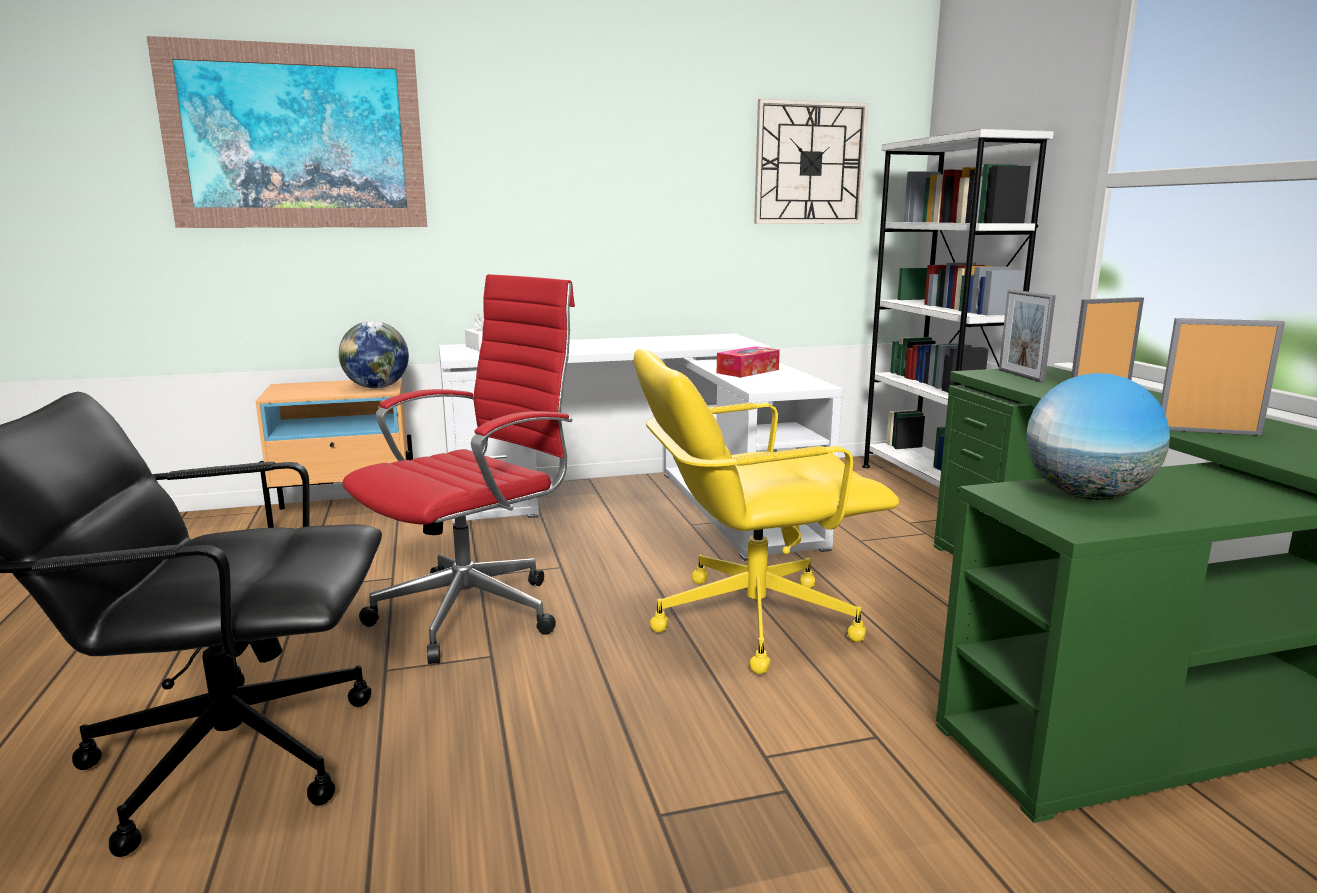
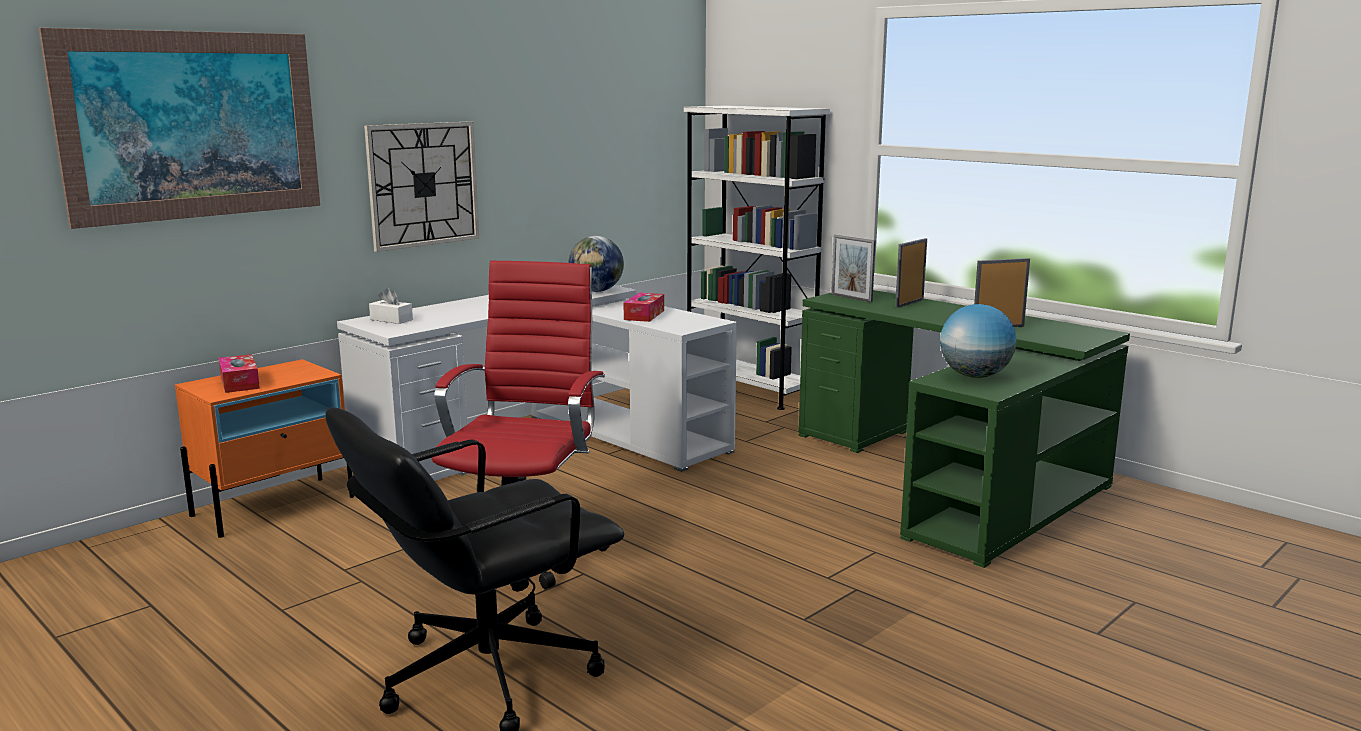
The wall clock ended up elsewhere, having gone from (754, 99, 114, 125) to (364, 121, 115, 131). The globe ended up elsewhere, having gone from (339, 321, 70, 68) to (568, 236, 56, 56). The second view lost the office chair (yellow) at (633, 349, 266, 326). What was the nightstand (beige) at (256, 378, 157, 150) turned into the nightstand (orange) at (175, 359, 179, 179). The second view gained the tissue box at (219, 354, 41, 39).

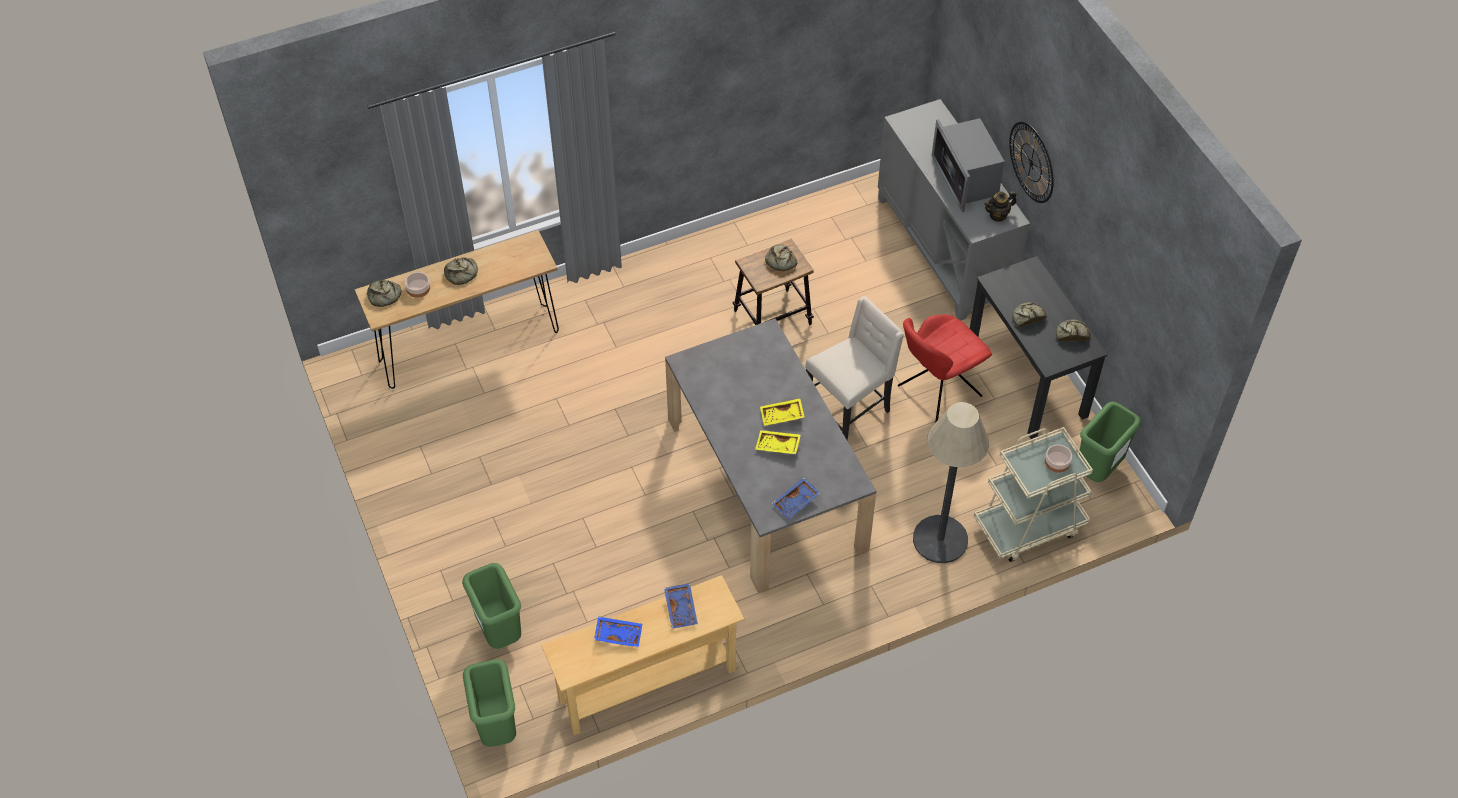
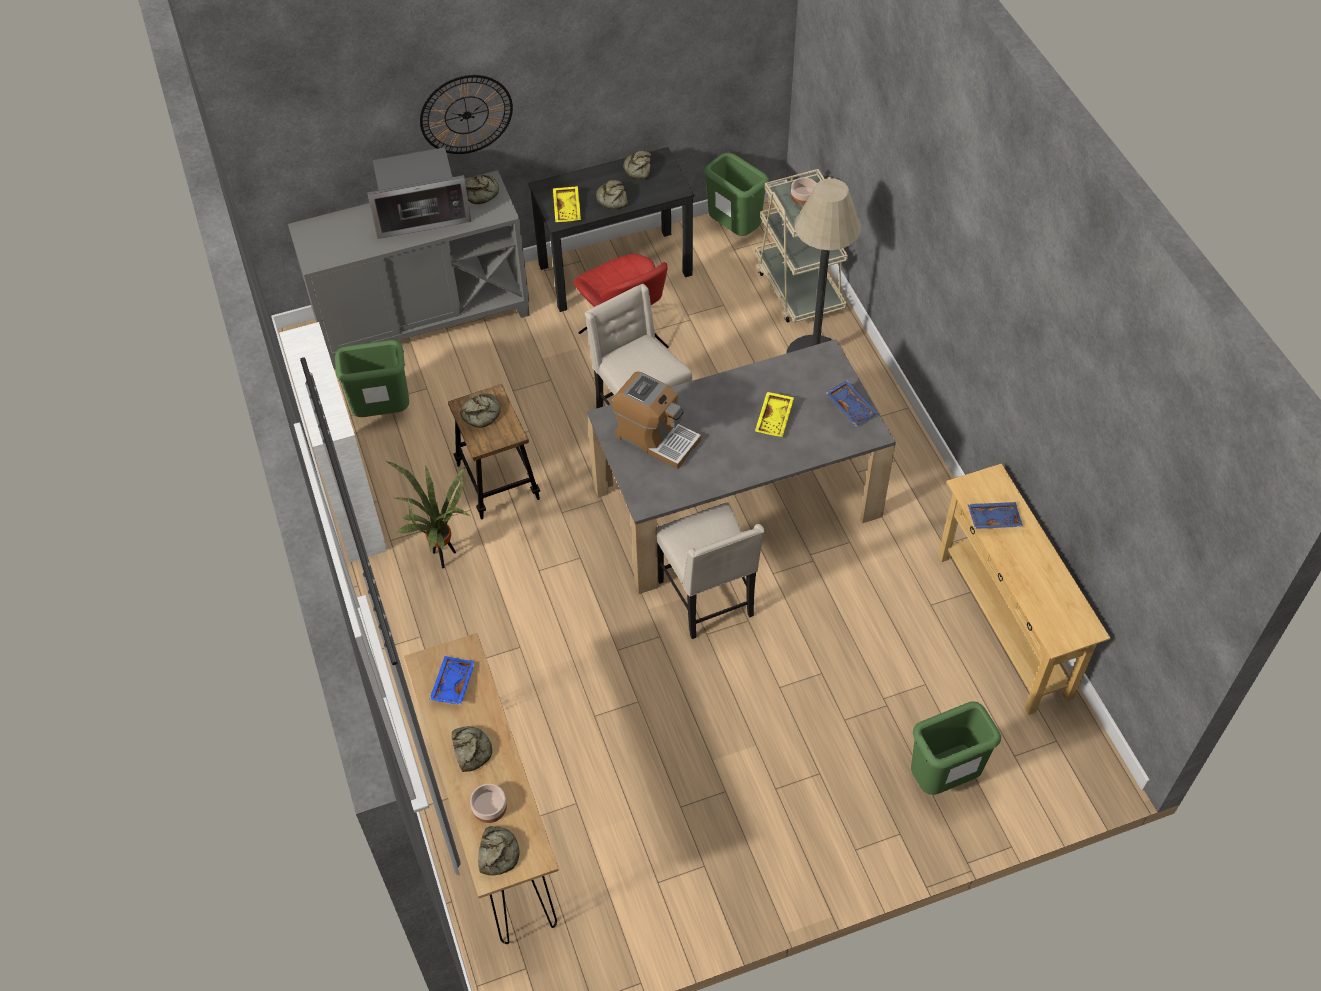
Where the teapot stood at (984, 191, 32, 31), the bread came to stand at (465, 174, 34, 30). The tray (yellow) ended up elsewhere, having gone from (760, 398, 45, 28) to (553, 186, 28, 36). The tray (blue) ended up elsewhere, having gone from (594, 616, 48, 32) to (429, 656, 47, 49). The trash can (green) ended up elsewhere, having gone from (463, 659, 53, 88) to (335, 340, 74, 77). The second view gained the bookcase (white) at (279, 322, 108, 240). The second view gained the coffee machine at (612, 371, 89, 98). The second view gained the potted plant at (385, 460, 85, 108). The second view gained the chair (beige) at (657, 502, 107, 137).

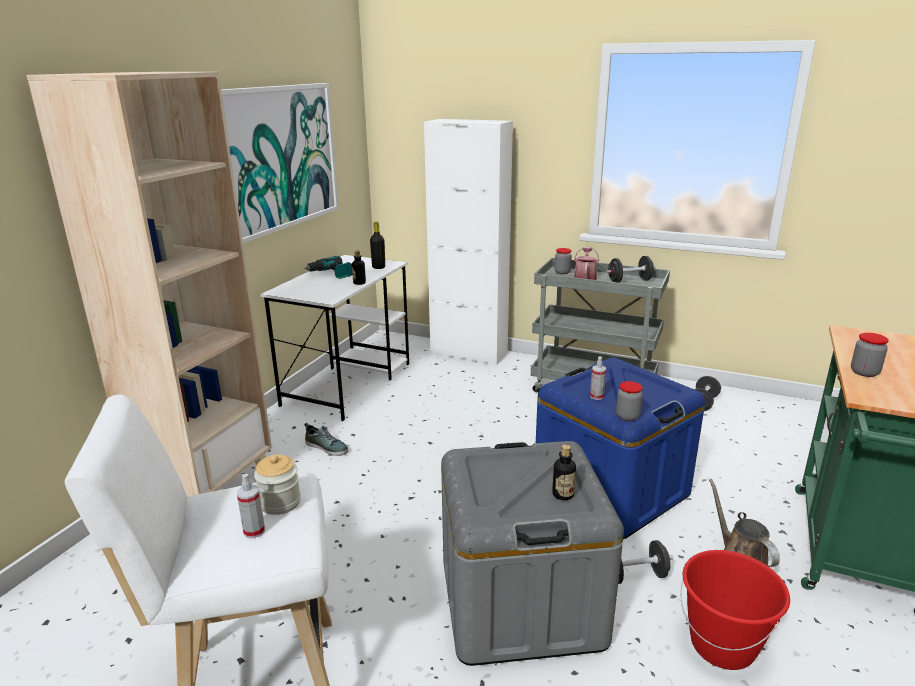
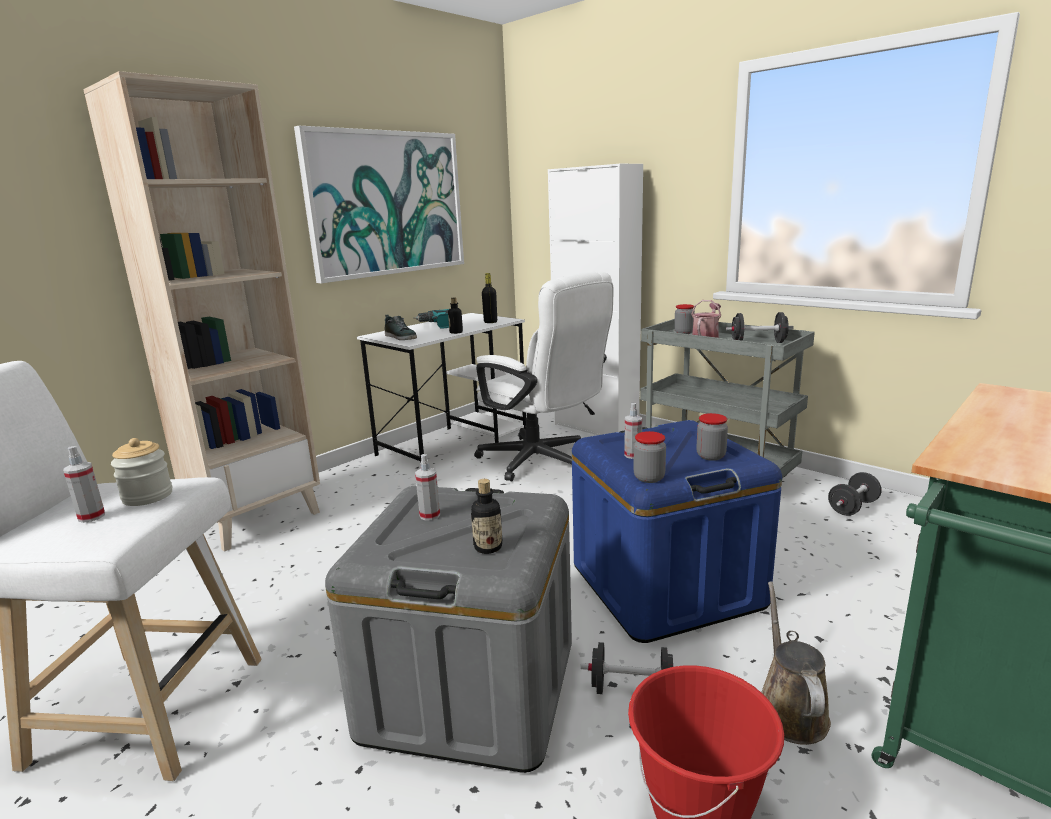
The jar ended up elsewhere, having gone from (851, 333, 38, 44) to (696, 413, 32, 48). The shoe ended up elsewhere, having gone from (304, 423, 44, 33) to (385, 315, 32, 25). The second view gained the office chair (white) at (474, 272, 140, 209). The second view gained the spray bottle at (415, 454, 25, 67).

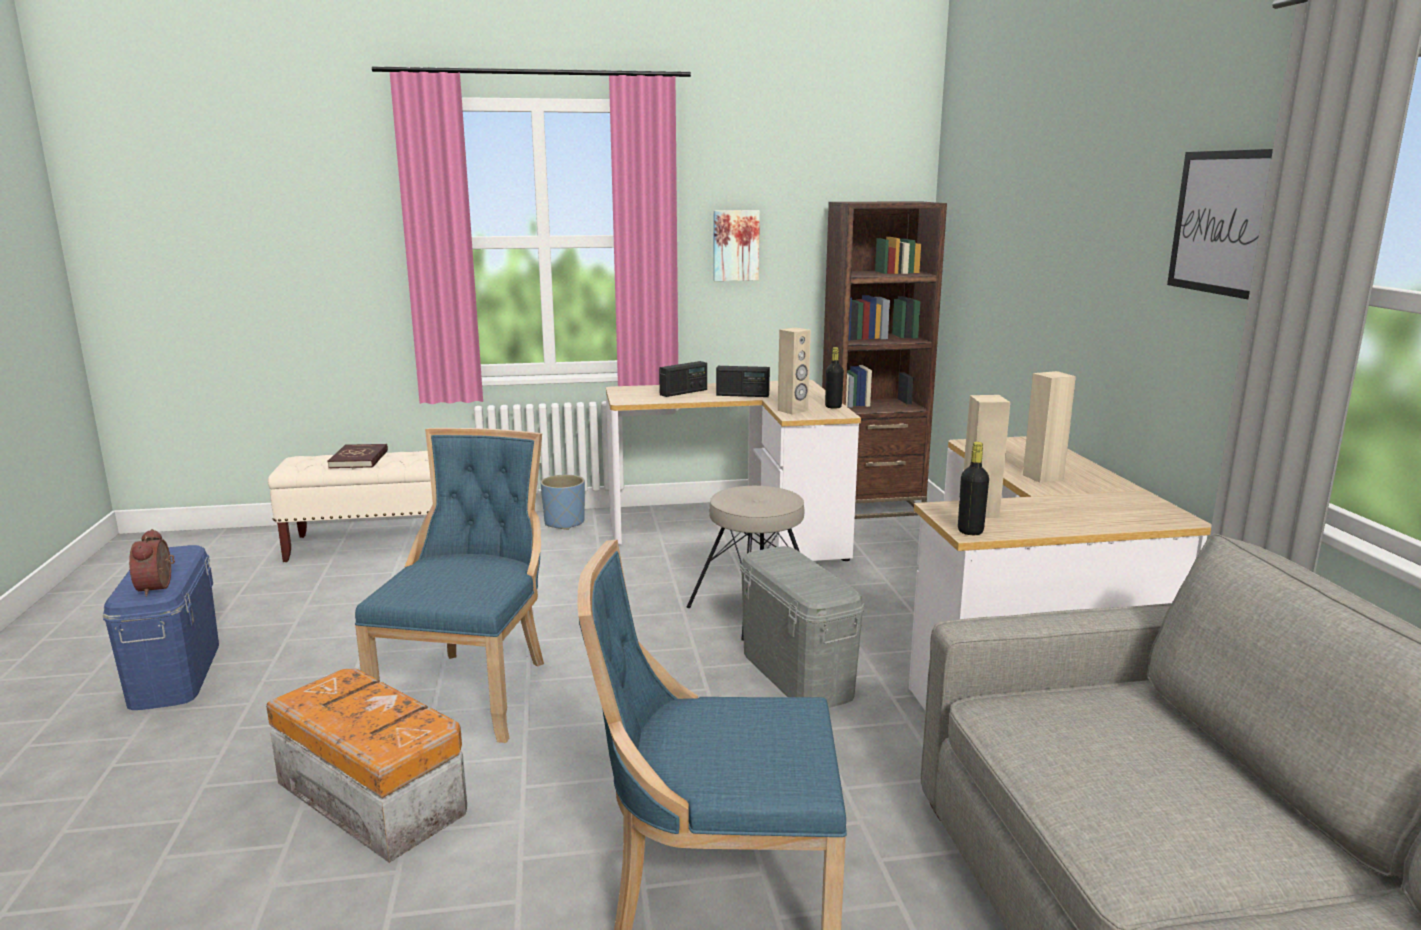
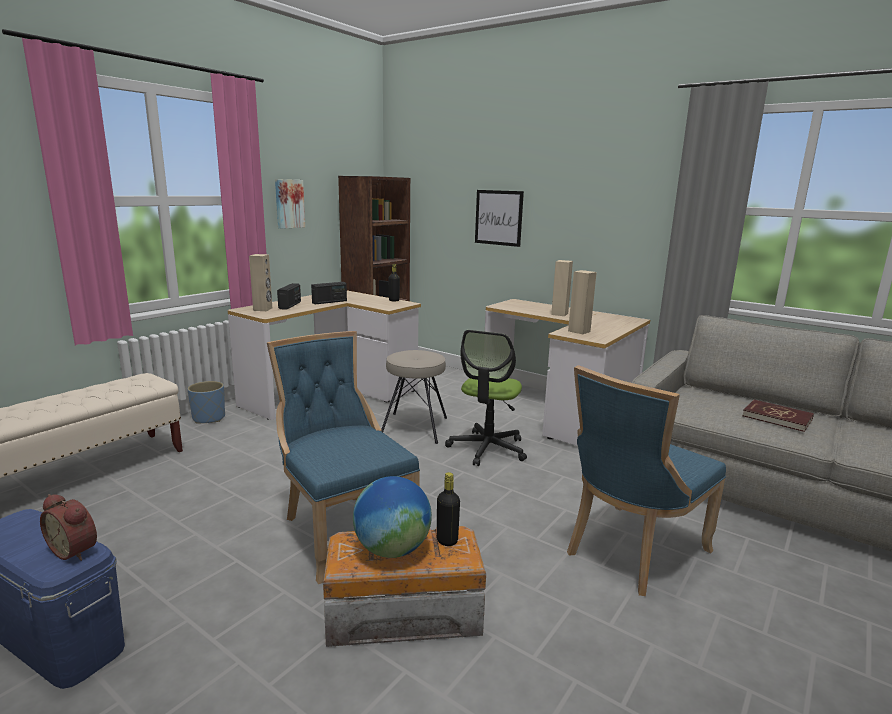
The picture ended up elsewhere, having gone from (1167, 149, 106, 150) to (475, 190, 49, 57). The speaker (beige) ended up elsewhere, having gone from (778, 328, 33, 86) to (249, 254, 23, 57). The bottle (black) ended up elsewhere, having gone from (958, 442, 31, 93) to (437, 472, 23, 74). The book (red) ended up elsewhere, having gone from (327, 444, 61, 24) to (742, 400, 72, 32). Where the storage box (grey) stood at (740, 546, 125, 162), the office chair came to stand at (445, 330, 82, 136). The second view gained the globe at (353, 476, 79, 82).

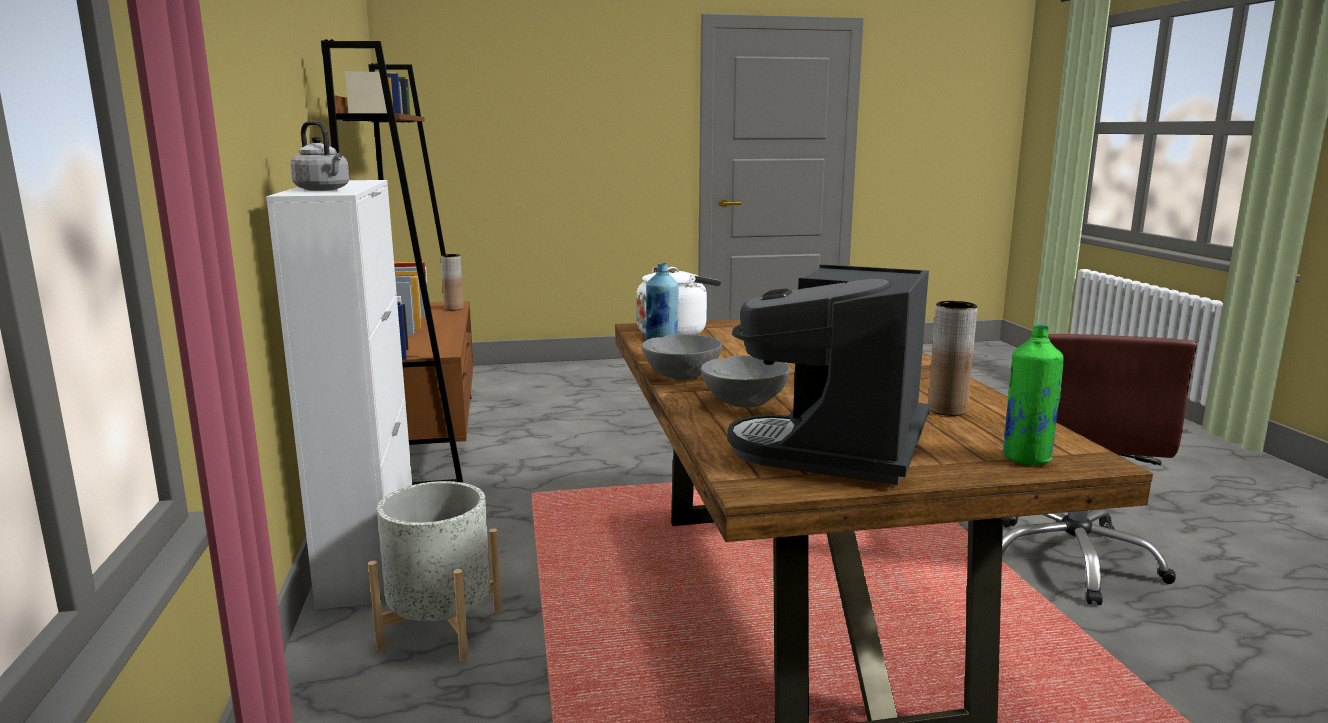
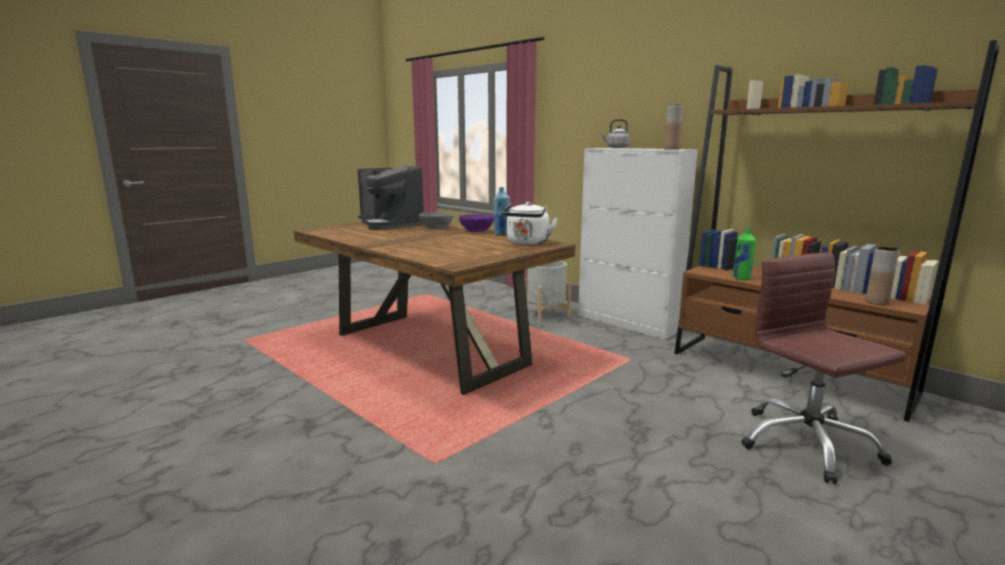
The coffee machine at (727, 264, 203, 221) ended up facing another way, 150 degrees clockwise from before. The vase (brown) ended up elsewhere, having gone from (928, 301, 50, 115) to (664, 104, 19, 46). The bottle (green) ended up elsewhere, having gone from (1003, 324, 60, 141) to (732, 228, 24, 52). What was the bowl (grey) at (642, 334, 80, 46) turned into the bowl (purple) at (459, 214, 35, 18). The office chair (brown) ended up elsewhere, having gone from (1002, 334, 195, 271) to (741, 252, 165, 232).

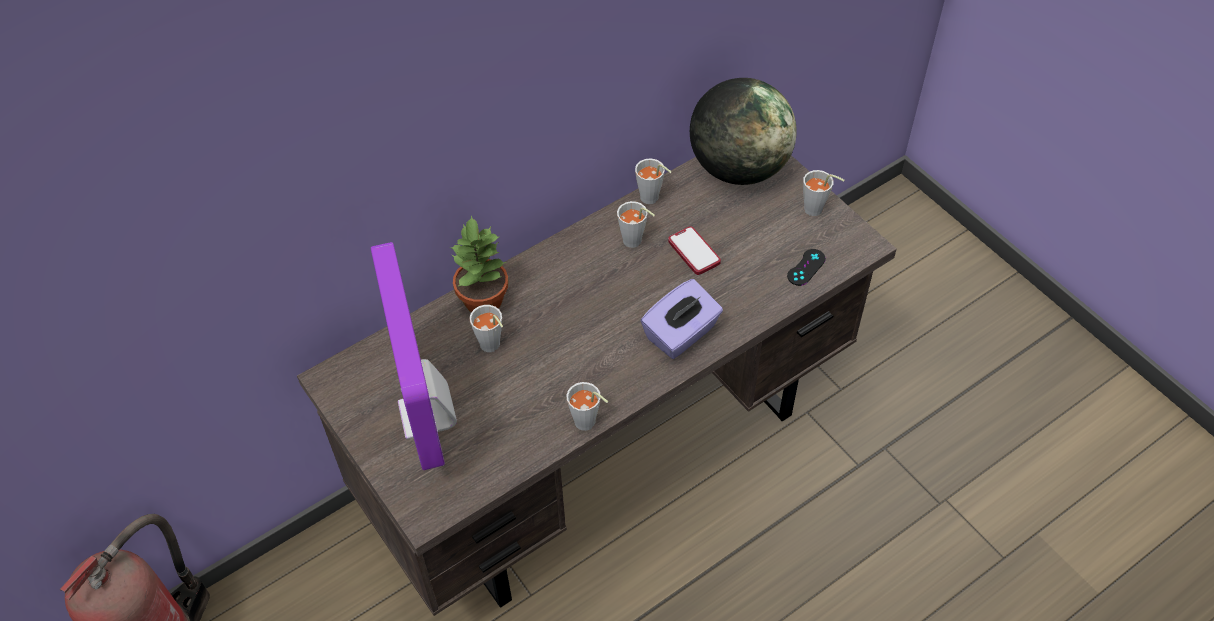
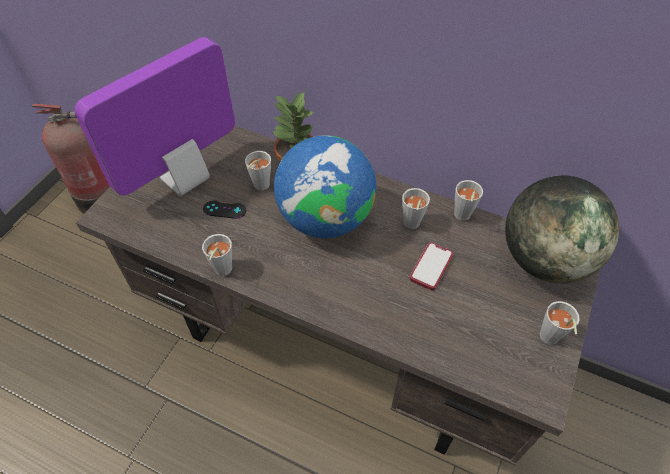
The game controller (black) ended up elsewhere, having gone from (787, 249, 39, 37) to (203, 200, 43, 19). The second view lost the tissue box (purple) at (640, 279, 83, 80). The second view gained the globe at (274, 135, 102, 103).

